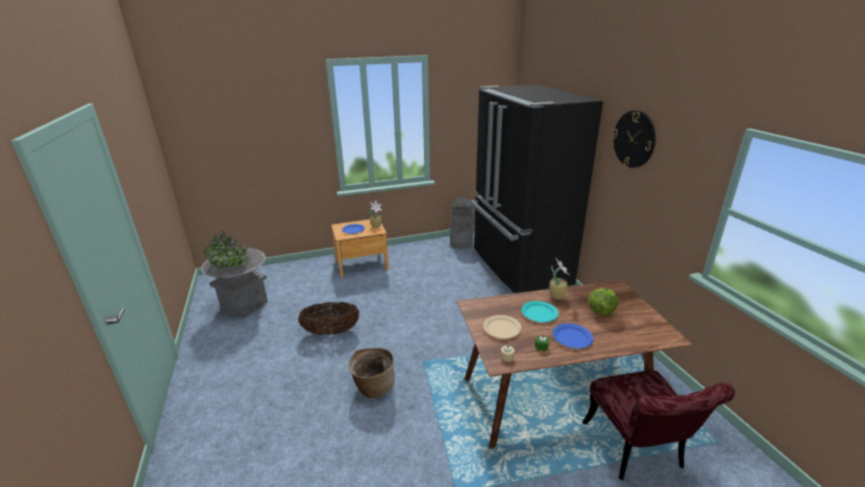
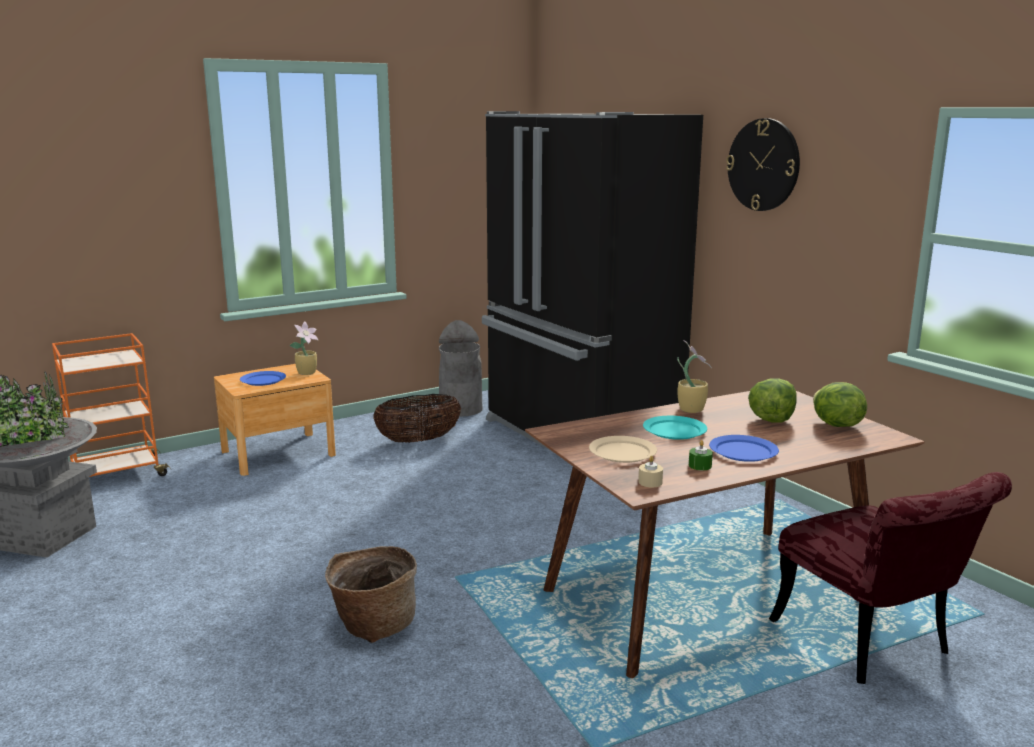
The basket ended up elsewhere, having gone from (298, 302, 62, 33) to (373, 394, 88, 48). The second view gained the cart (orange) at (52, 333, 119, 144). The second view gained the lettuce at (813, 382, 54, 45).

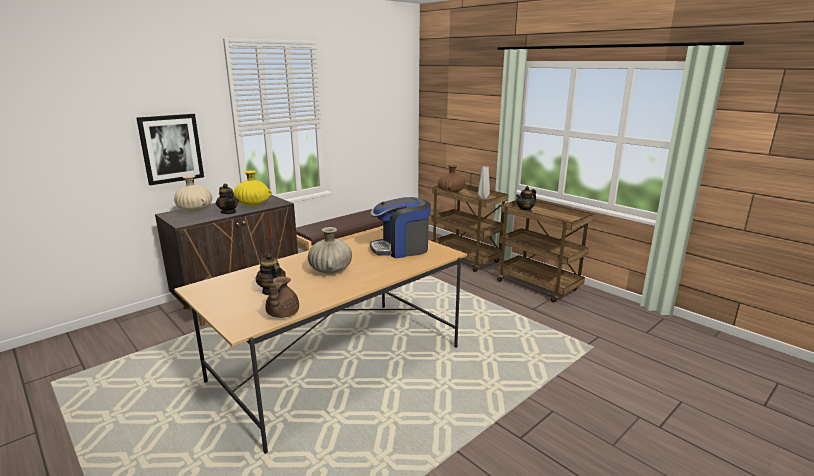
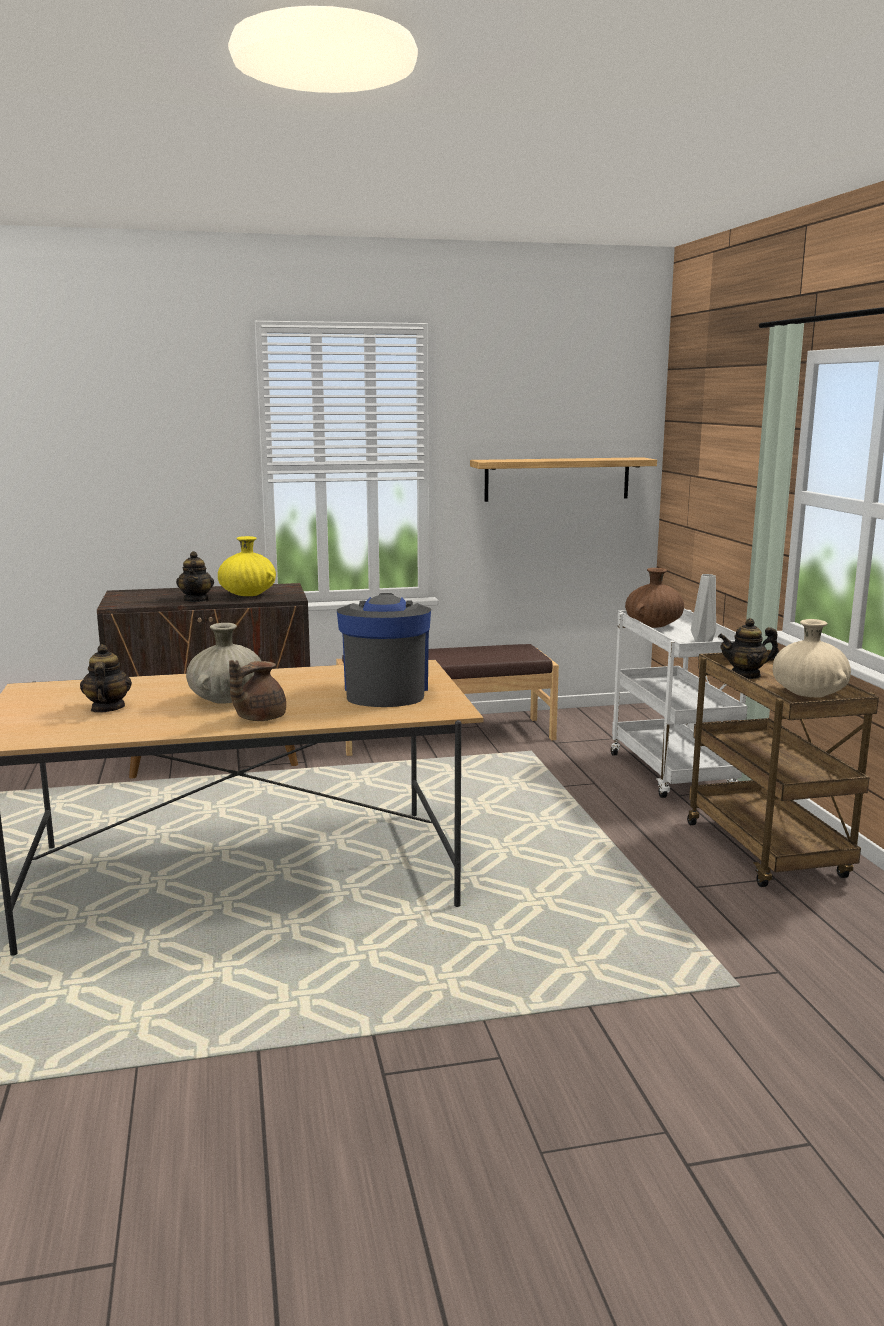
The second view lost the picture at (136, 114, 68, 71). The vase (beige) ended up elsewhere, having gone from (174, 175, 38, 37) to (773, 619, 78, 79). What was the cart (brown) at (431, 184, 77, 88) turned into the cart (white) at (611, 608, 136, 190). The coffee machine at (370, 197, 61, 61) ended up facing another way, 75 degrees clockwise from before. The teapot (brown) ended up elsewhere, having gone from (265, 277, 34, 41) to (229, 660, 57, 61). The second view gained the shelf at (470, 457, 187, 45).

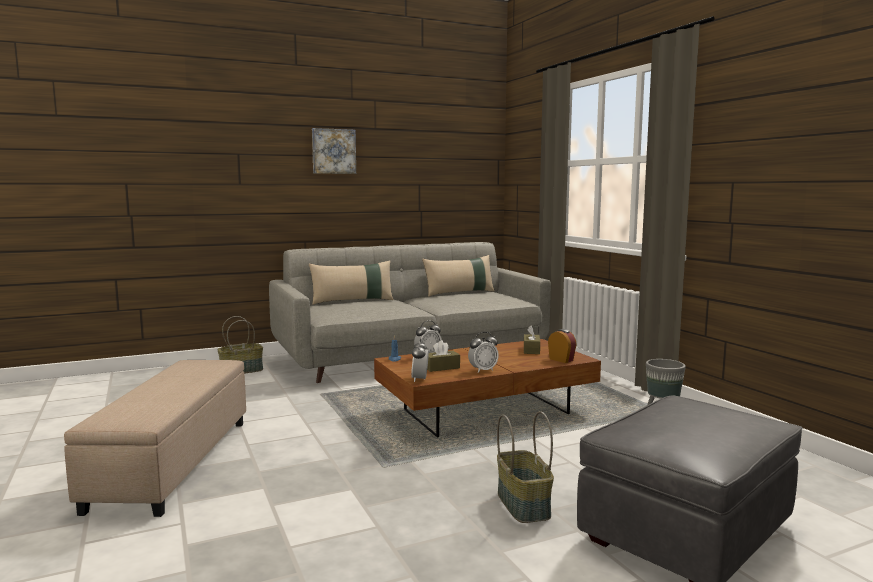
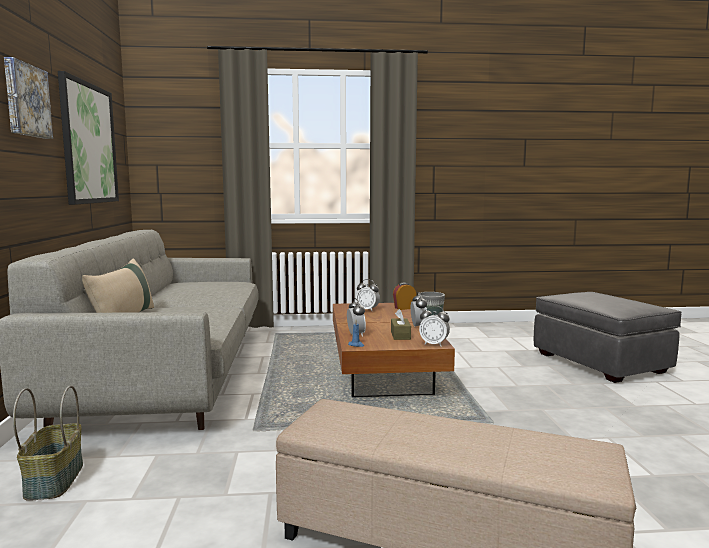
The second view lost the pillow (beige) at (422, 255, 73, 42). Where the tissue box (brown) stood at (524, 326, 16, 28), the alarm clock came to stand at (356, 279, 24, 32). The second view lost the basket at (497, 411, 57, 112). The second view gained the picture at (58, 71, 61, 134).

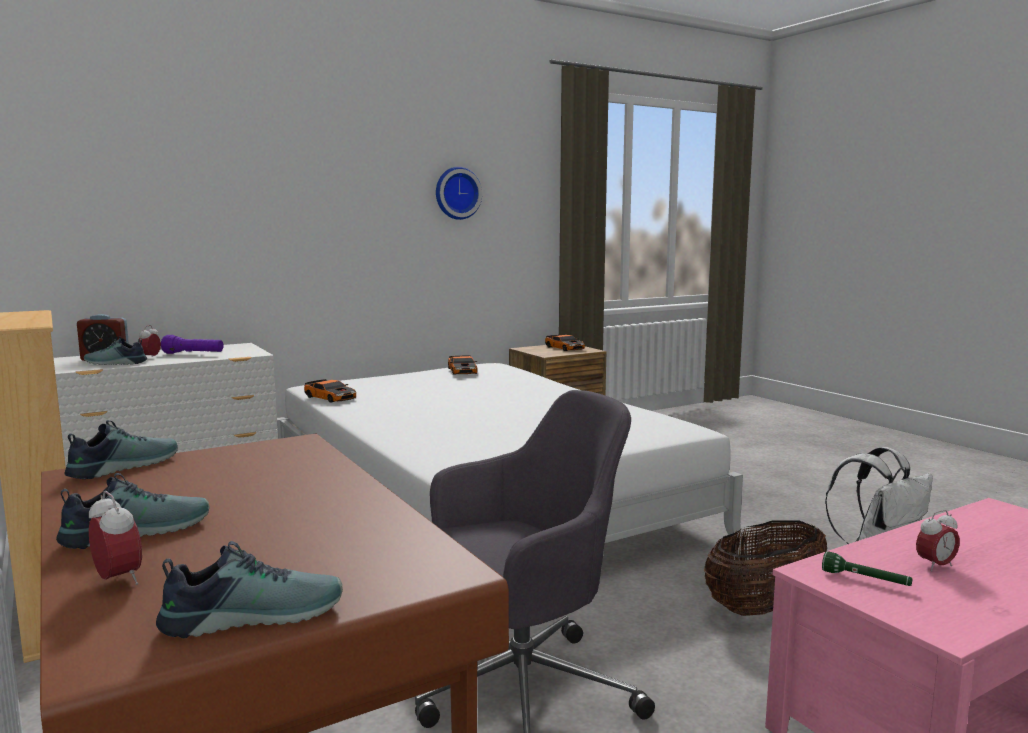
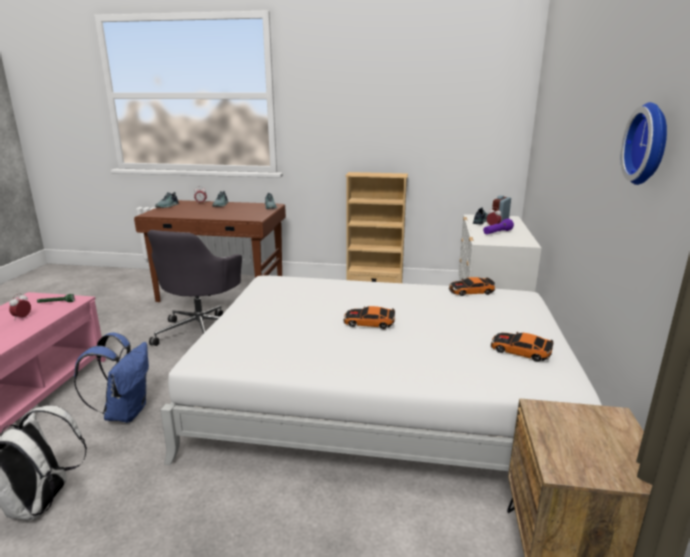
The toy car ended up elsewhere, having gone from (545, 335, 40, 16) to (344, 306, 51, 23). Where the basket stood at (704, 521, 123, 95), the backpack (blue) came to stand at (74, 333, 75, 90).

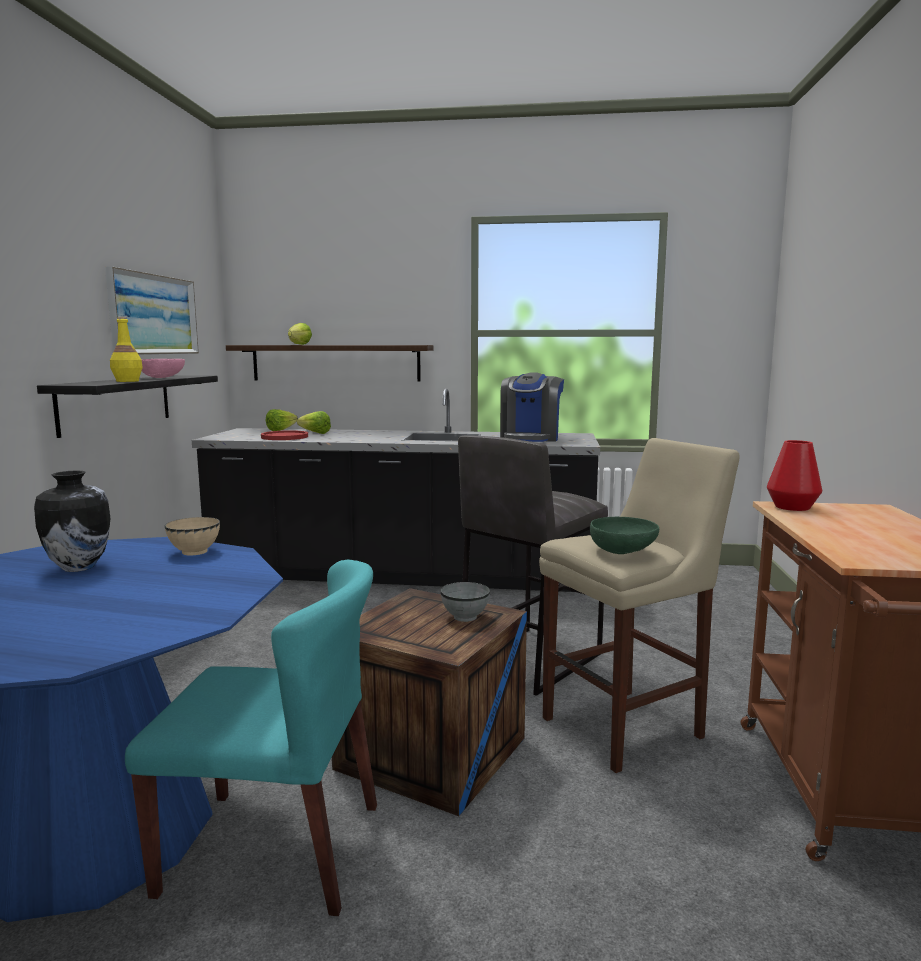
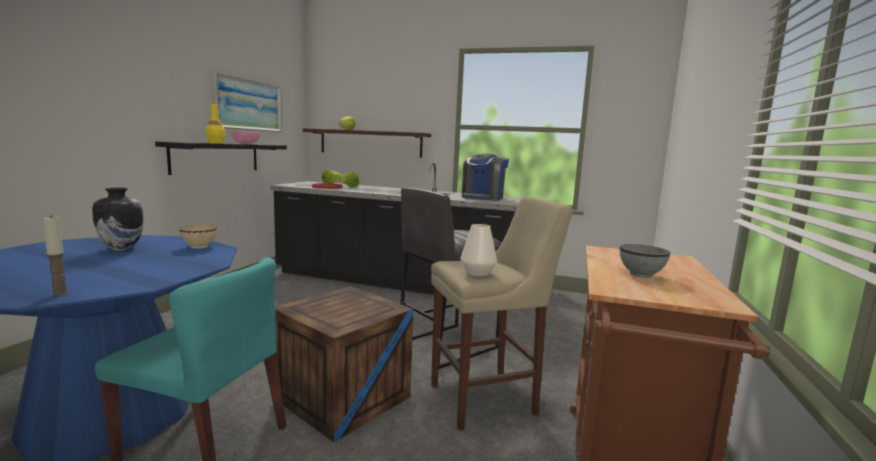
The second view lost the vase (red) at (767, 440, 55, 71). Where the bowl (green) stood at (590, 517, 69, 37), the vase (white) came to stand at (460, 224, 37, 52). The bowl (grey) ended up elsewhere, having gone from (441, 582, 49, 40) to (620, 244, 50, 34). The second view gained the candle at (43, 215, 26, 81).

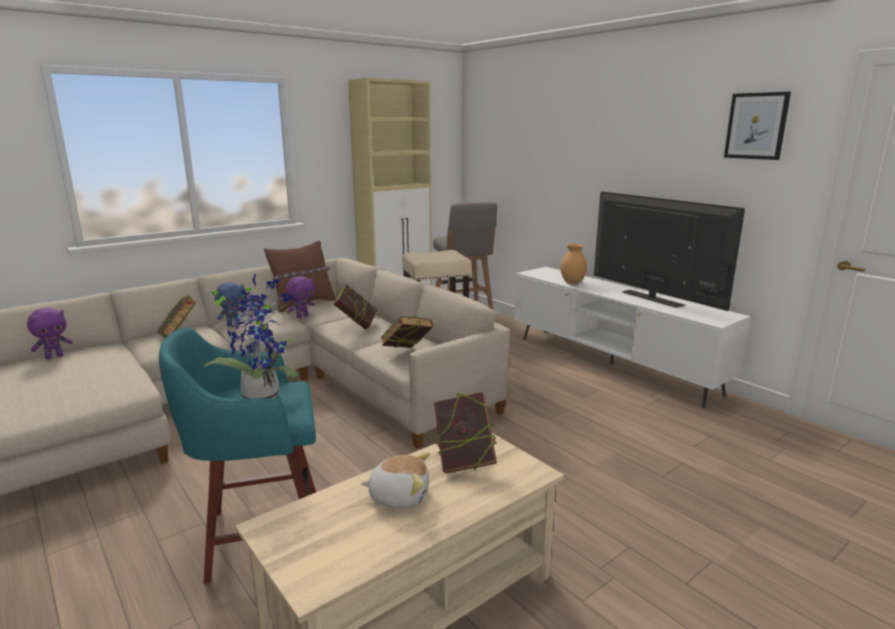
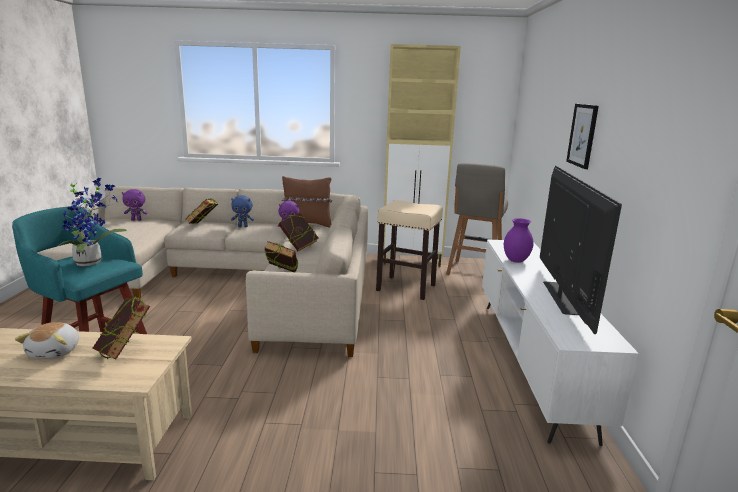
The picture ended up elsewhere, having gone from (724, 92, 67, 68) to (566, 104, 33, 65). What was the vase (brown) at (560, 244, 27, 40) turned into the vase (purple) at (504, 218, 29, 45). The plush toy at (361, 452, 69, 56) ended up facing another way, 45 degrees clockwise from before.

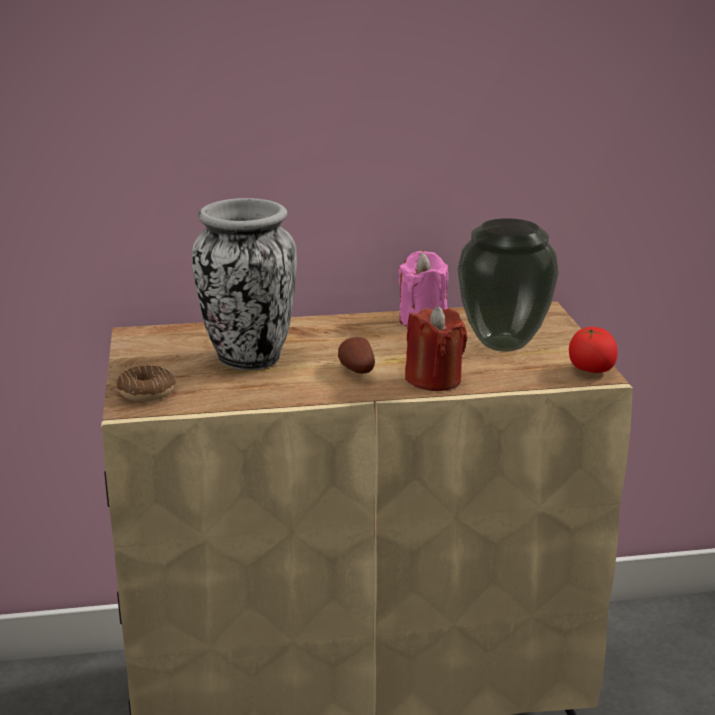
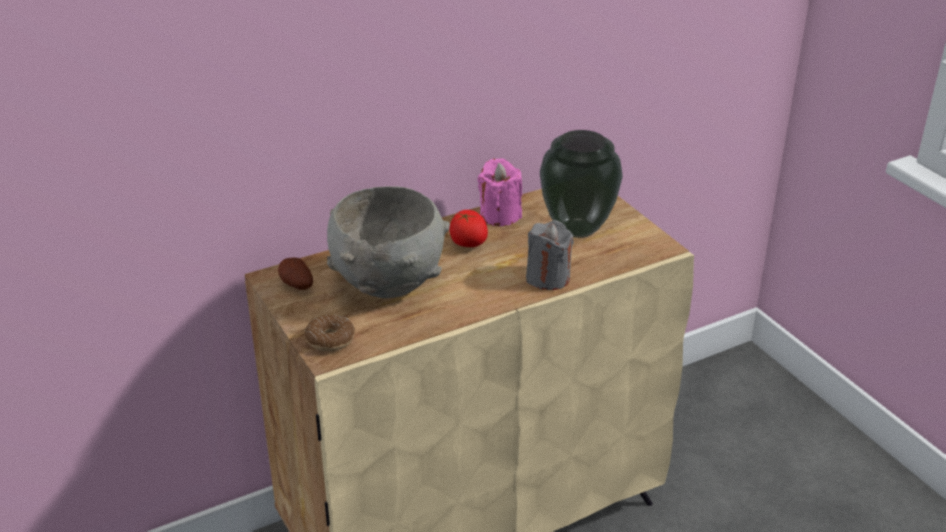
Where the vase stood at (192, 198, 105, 172), the bowl (grey) came to stand at (327, 186, 123, 112). What was the candle (red) at (405, 306, 62, 85) turned into the candle (grey) at (526, 220, 48, 70). The tomato ended up elsewhere, having gone from (569, 327, 48, 46) to (449, 210, 39, 37). The potato ended up elsewhere, having gone from (338, 337, 37, 37) to (278, 257, 35, 33).

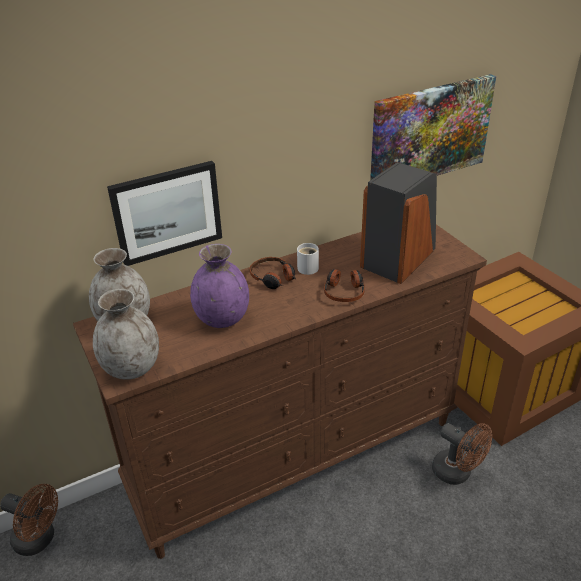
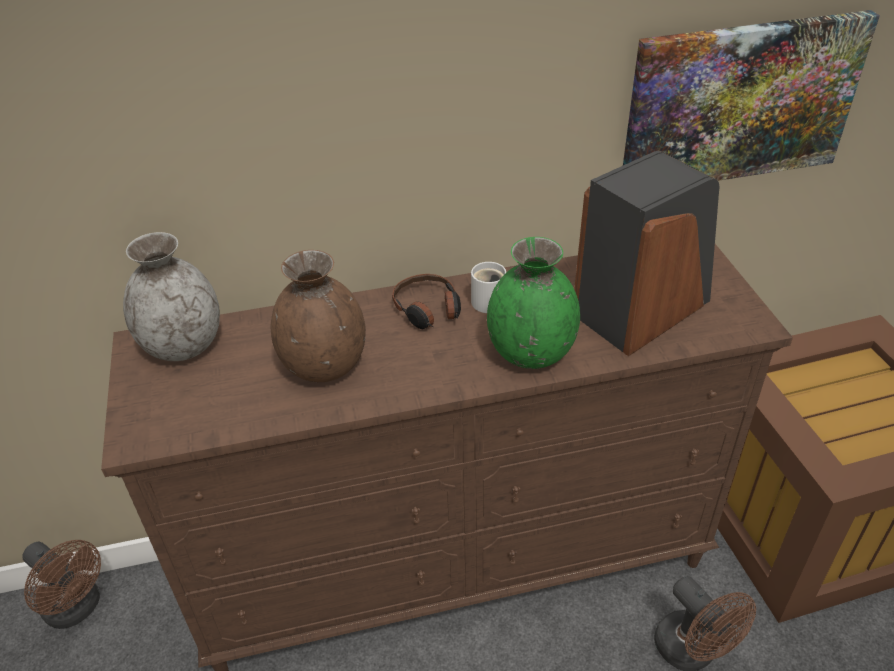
The second view lost the picture at (107, 161, 115, 105). What was the vase (purple) at (190, 244, 59, 84) turned into the vase (brown) at (271, 250, 95, 132). Where the headphones stood at (324, 269, 41, 33), the vase (green) came to stand at (487, 237, 93, 132). The second view lost the vase (grey) at (93, 289, 66, 91).

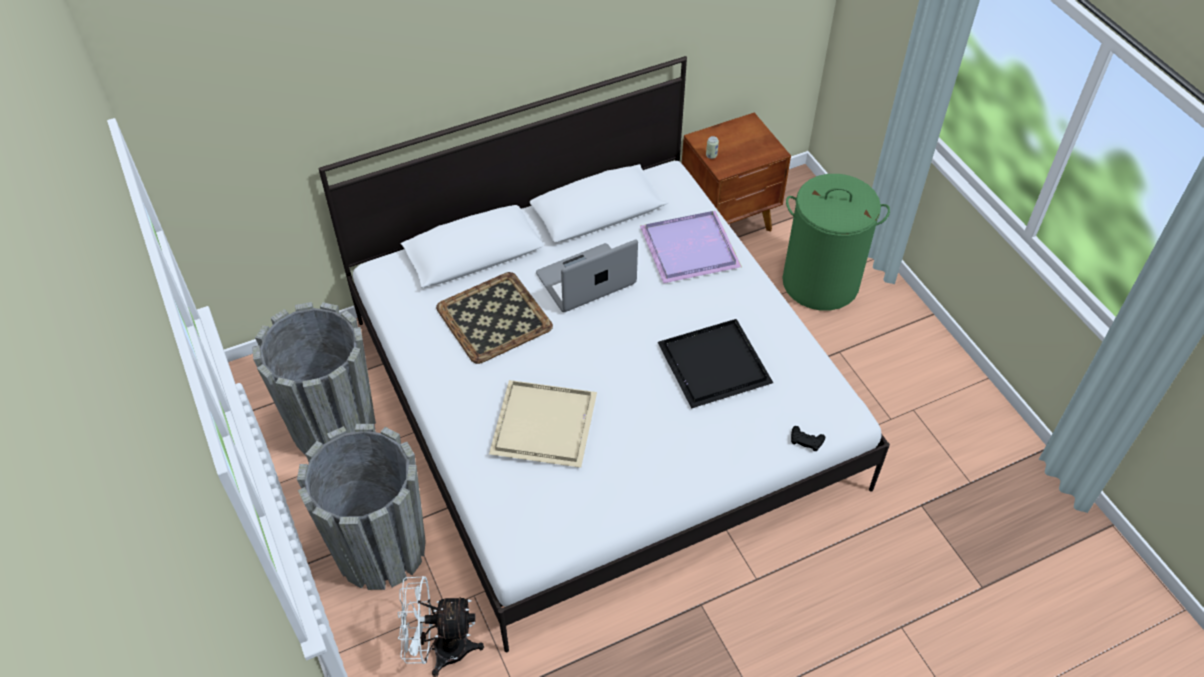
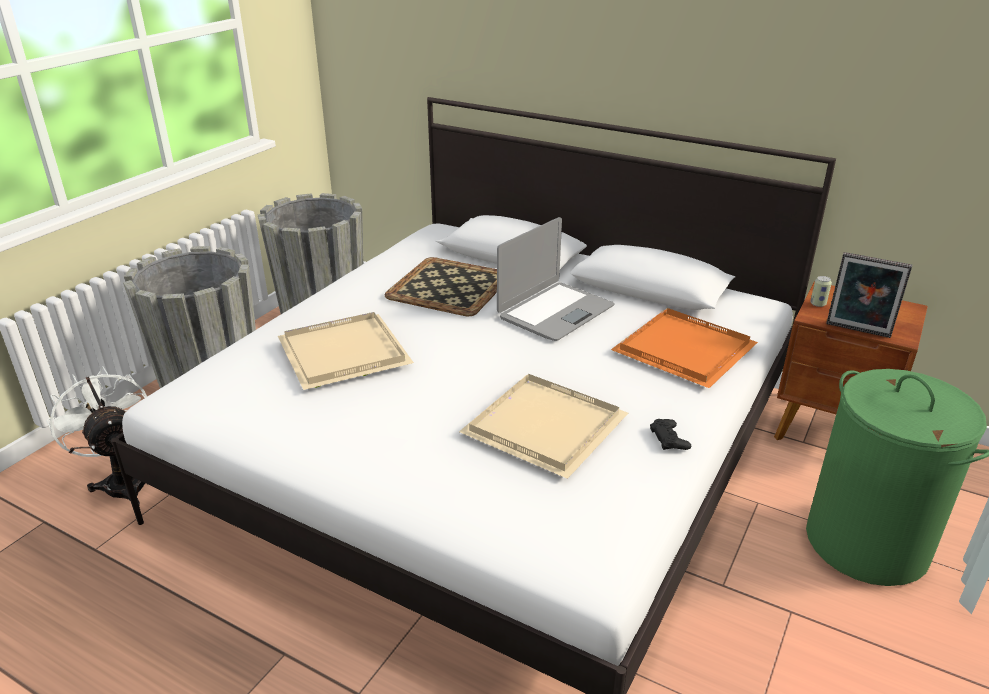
What was the tray (purple) at (640, 211, 102, 72) turned into the tray (orange) at (611, 308, 147, 80). The laptop at (536, 240, 102, 72) ended up facing another way, 105 degrees clockwise from before. What was the tray (black) at (658, 319, 115, 89) turned into the tray (beige) at (459, 374, 169, 105). The game controller (black) ended up elsewhere, having gone from (791, 426, 34, 25) to (650, 419, 41, 31). The second view gained the picture frame at (826, 252, 86, 86).

